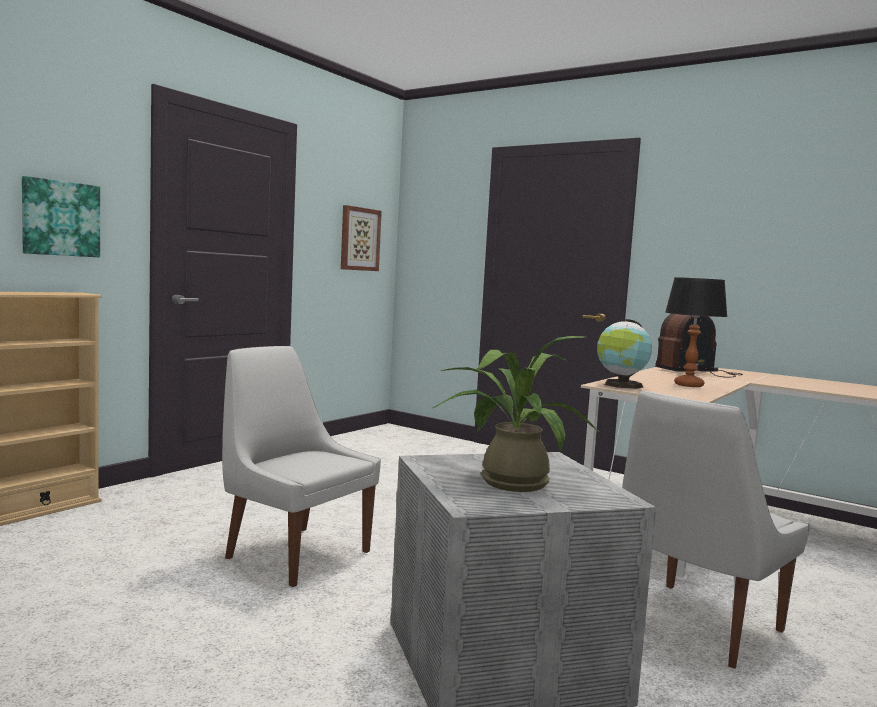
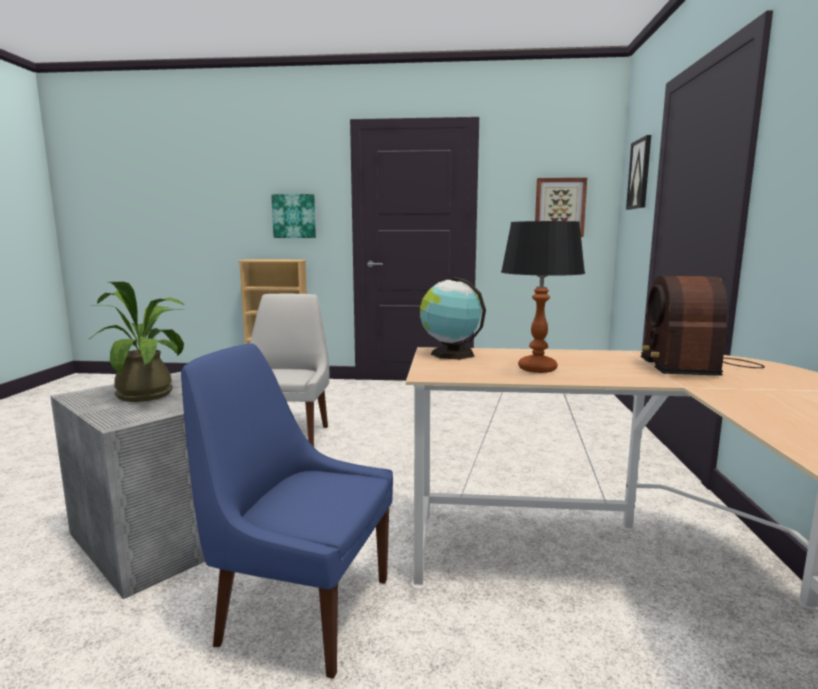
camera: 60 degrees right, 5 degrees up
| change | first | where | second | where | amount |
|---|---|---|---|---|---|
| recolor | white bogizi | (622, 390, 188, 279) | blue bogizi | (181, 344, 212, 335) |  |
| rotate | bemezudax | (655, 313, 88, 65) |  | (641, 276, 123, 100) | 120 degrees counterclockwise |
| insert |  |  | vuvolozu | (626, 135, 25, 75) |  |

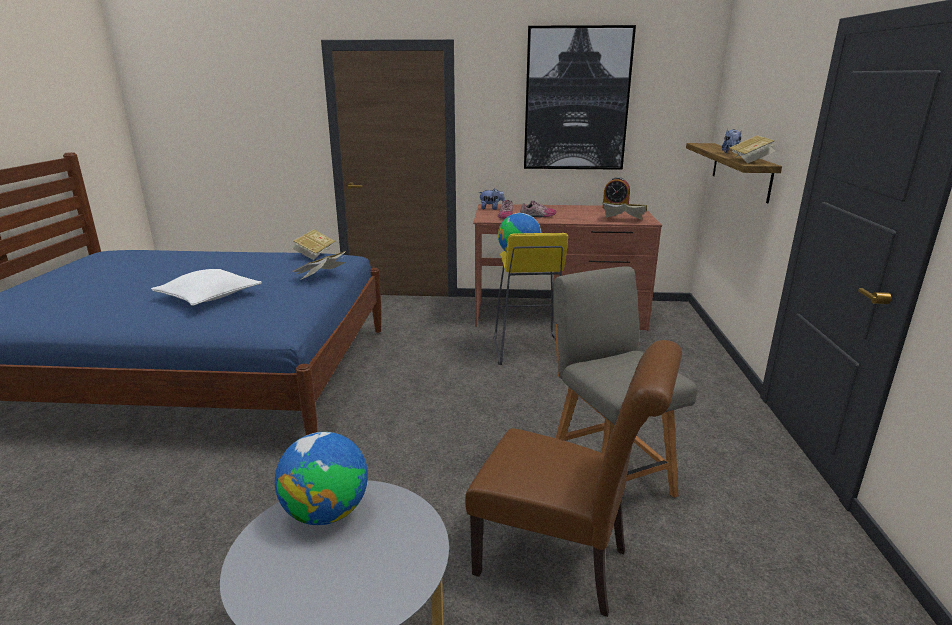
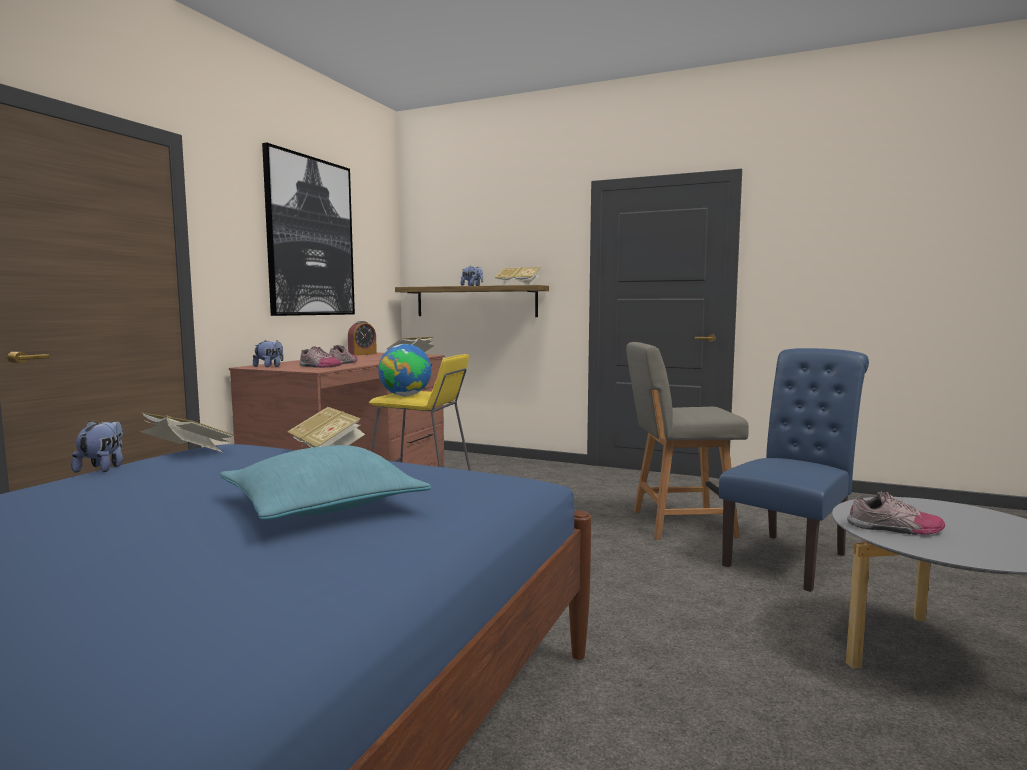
camera: 70 degrees left, 15 degrees down
| change | first | where | second | where | amount |
|---|---|---|---|---|---|
| recolor | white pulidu | (151, 269, 111, 37) | turquoise pulidu | (220, 445, 211, 75) |  |
| replace | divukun | (275, 432, 93, 93) | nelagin | (847, 492, 98, 43) |  |
| recolor | brown bogizi | (465, 340, 217, 277) | blue bogizi | (719, 348, 150, 244) |  |
| insert |  |  | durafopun | (71, 421, 52, 52) |  |

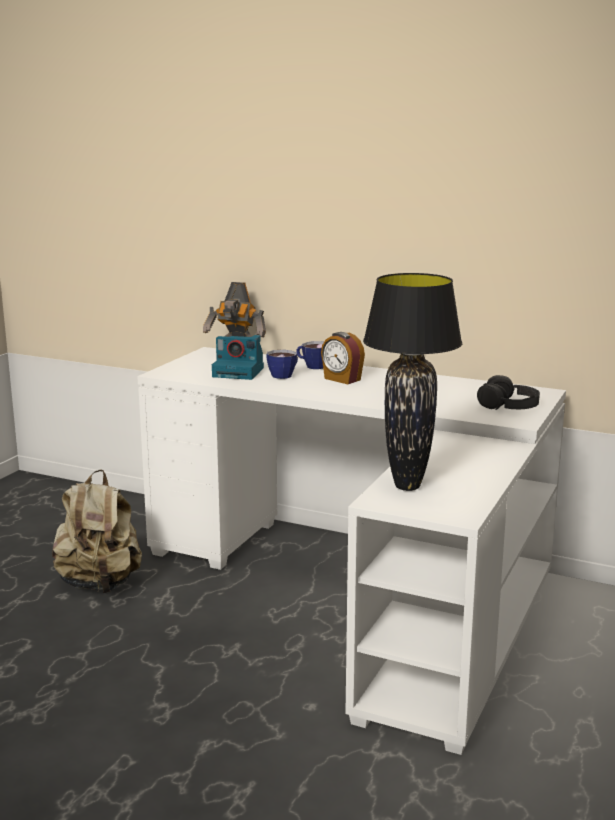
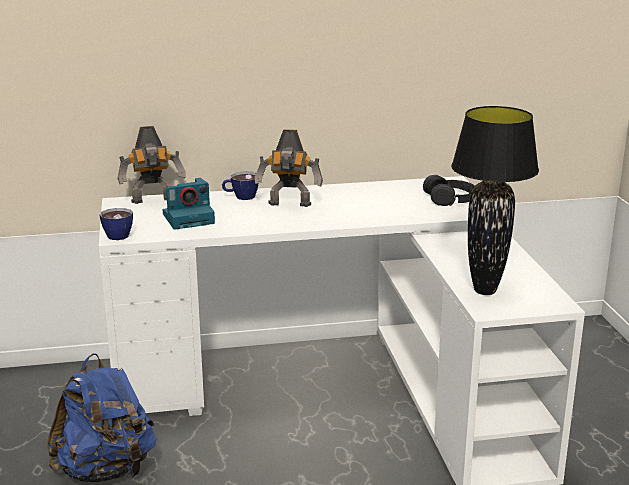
camera: 35 degrees left, 5 degrees up
| change | first | where | second | where | amount |
|---|---|---|---|---|---|
| recolor | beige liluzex | (52, 469, 90, 124) | blue liluzex | (47, 353, 109, 129) |  |
| move | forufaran | (266, 350, 32, 29) |  | (99, 208, 34, 32) |  |
| replace | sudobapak | (321, 332, 44, 52) | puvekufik | (255, 129, 68, 78) |  |

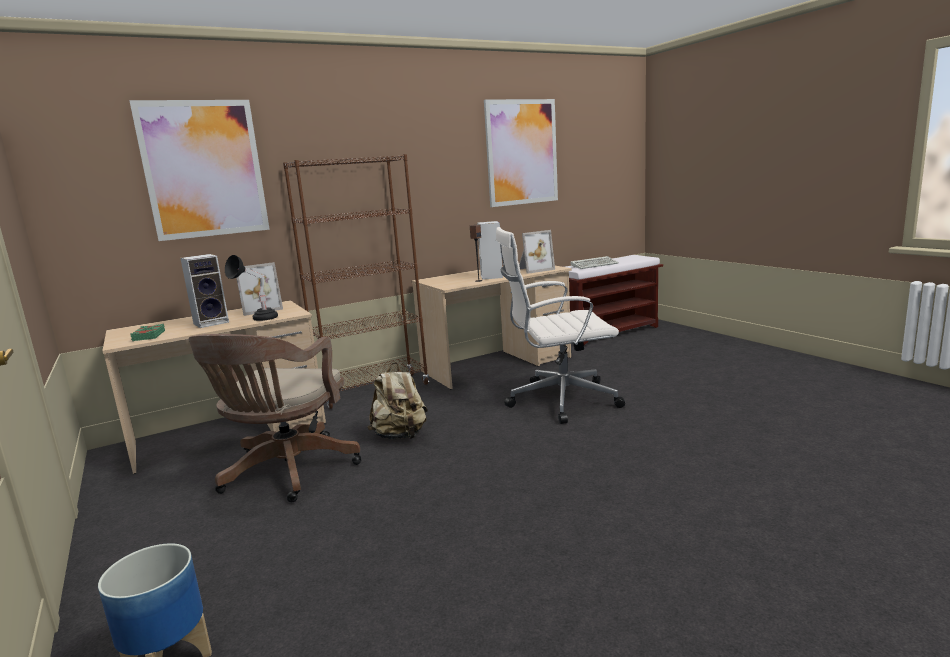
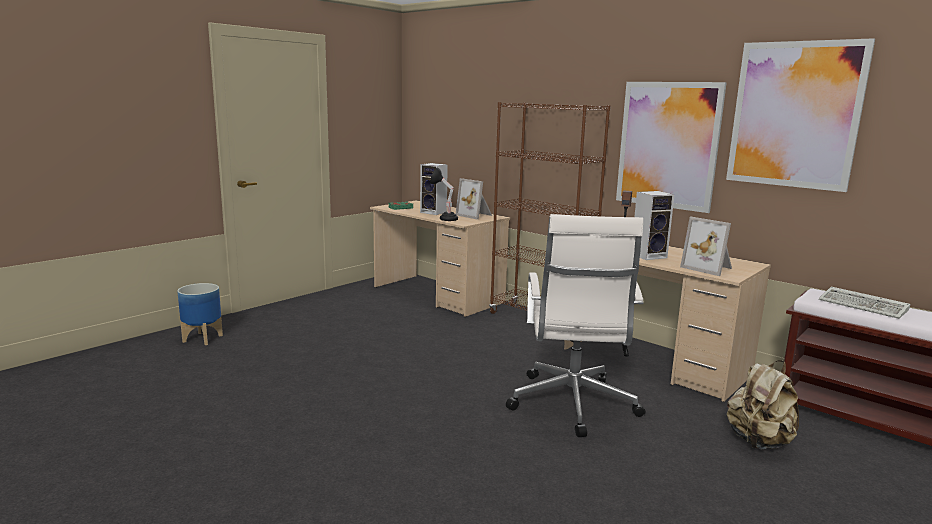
camera: 70 degrees right, 0 degrees up
| change | first | where | second | where | amount |
|---|---|---|---|---|---|
| move | vuvolozu | (129, 100, 141, 141) |  | (616, 82, 111, 131) |  |
| delete | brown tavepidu | (189, 334, 172, 168) |  |  |  |
| move | beige liluzex | (367, 362, 61, 77) |  | (727, 360, 72, 89) |  |
| rotate | white tavepidu | (496, 227, 129, 197) |  | (506, 214, 139, 223) | 150 degrees counterclockwise |

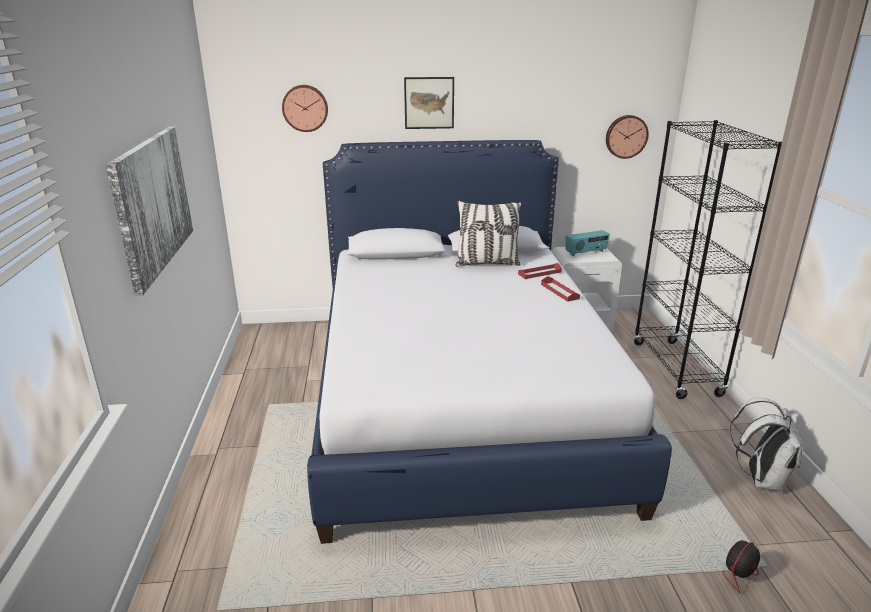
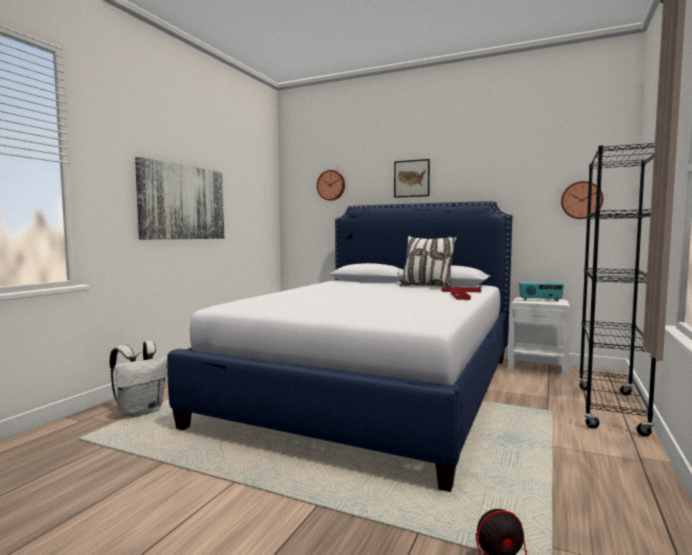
camera: 30 degrees right, 20 degrees down
| change | first | where | second | where | amount |
|---|---|---|---|---|---|
| move | white liluzex | (730, 397, 72, 95) |  | (110, 341, 58, 77) |  |

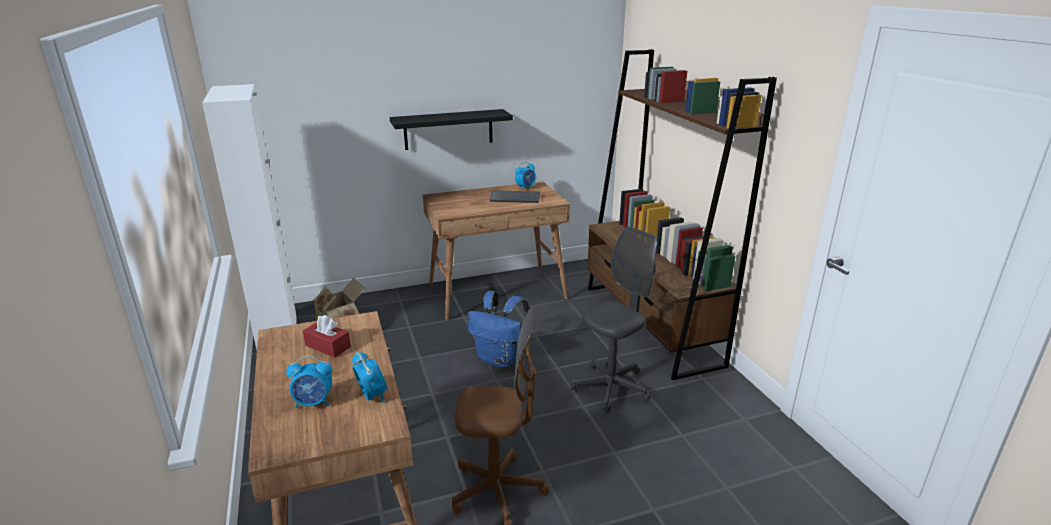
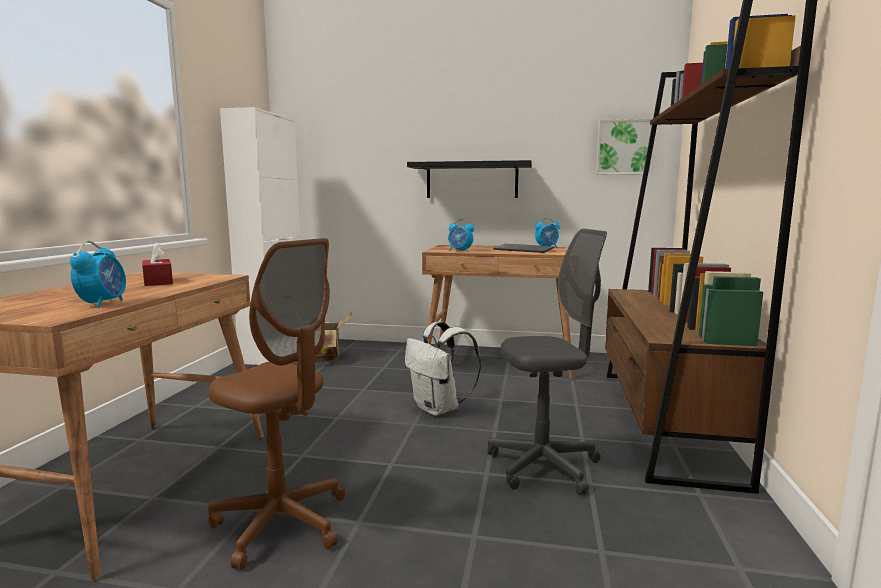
camera: 30 degrees right, 15 degrees down
| change | first | where | second | where | amount |
|---|---|---|---|---|---|
| move | sudobapak | (286, 355, 46, 53) |  | (448, 219, 26, 33) |  |
| recolor | blue liluzex | (468, 291, 61, 77) | white liluzex | (405, 321, 76, 95) |  |
| insert |  |  | vuvolozu | (596, 119, 59, 56) |  |

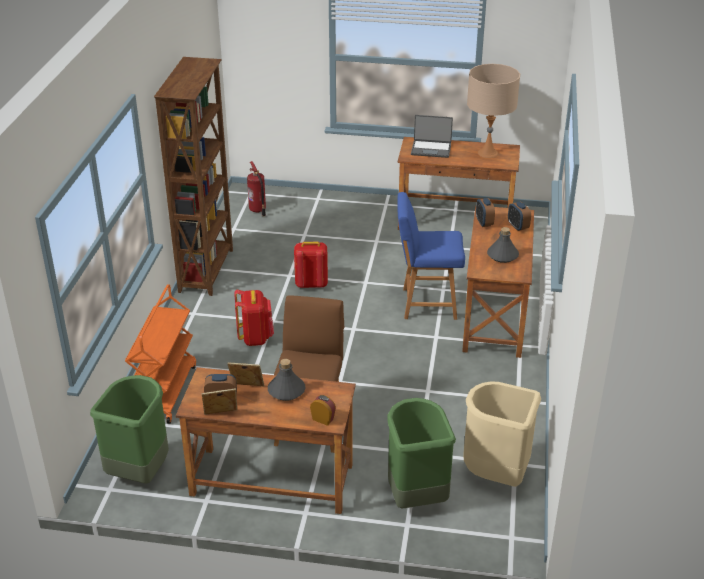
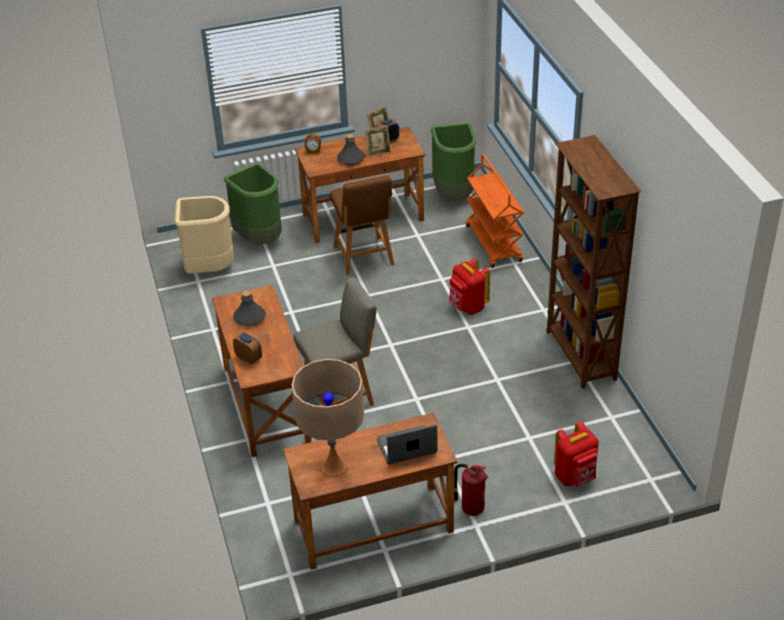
camera: 155 degrees right, 5 degrees up
| change | first | where | second | where | amount |
|---|---|---|---|---|---|
| move | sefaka | (247, 161, 19, 55) |  | (454, 464, 34, 52) |  |
| move | red liluzex | (294, 242, 34, 46) |  | (554, 421, 45, 65) |  |
| recolor | blue bogizi | (397, 192, 68, 128) | grey bogizi | (293, 277, 84, 129) |  |
| delete | sudobapak | (476, 198, 19, 29) |  |  |  |

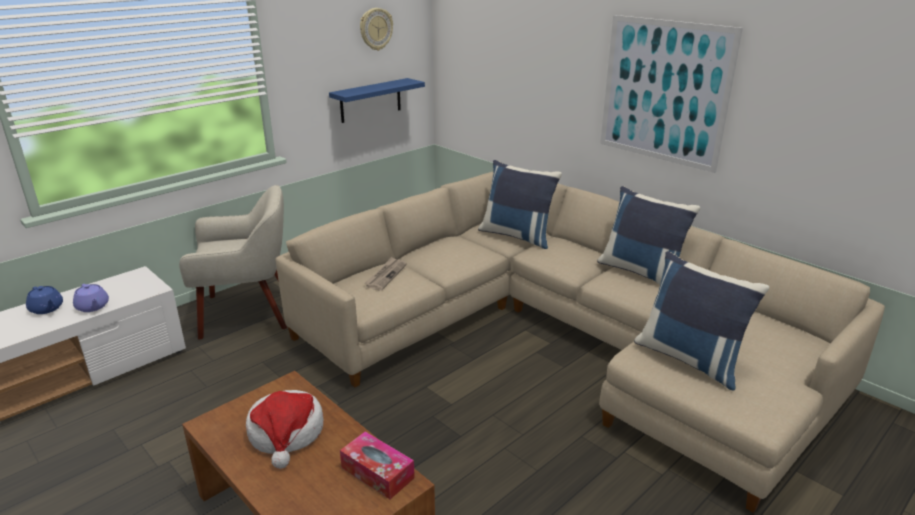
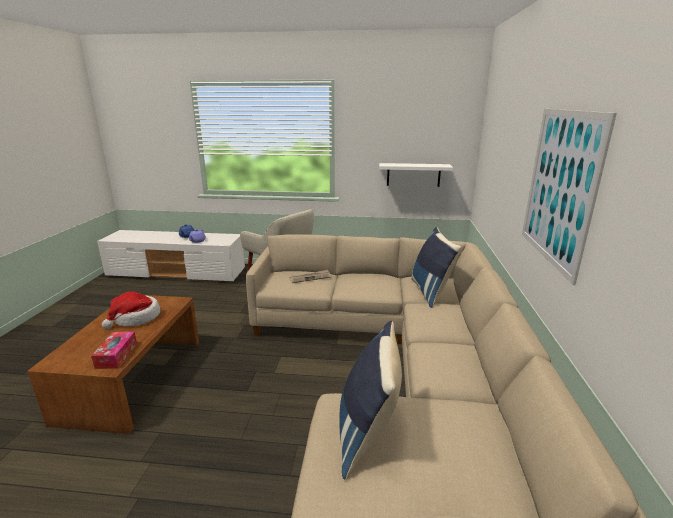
camera: 50 degrees right, 5 degrees down
| change | first | where | second | where | amount |
|---|---|---|---|---|---|
| recolor | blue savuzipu | (329, 78, 96, 45) | white savuzipu | (379, 163, 74, 24) |  |
| delete | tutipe | (360, 8, 33, 43) |  |  |  |
| delete | blue pulidu | (597, 186, 103, 98) |  |  |  |

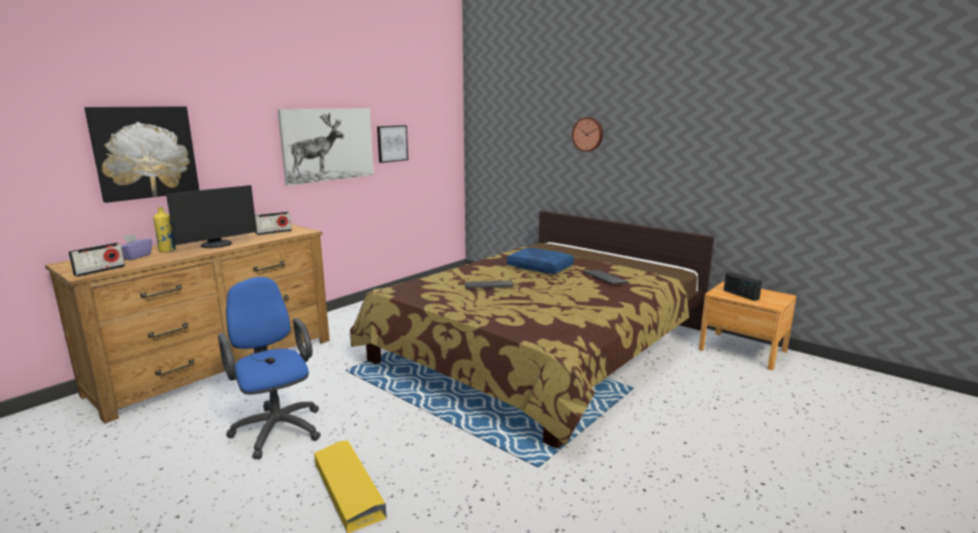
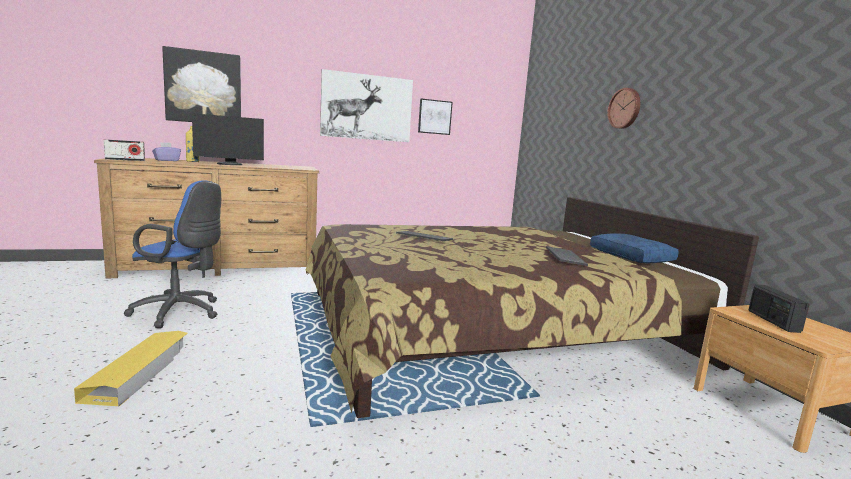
camera: 30 degrees right, 5 degrees down
| change | first | where | second | where | amount |
|---|---|---|---|---|---|
| rotate | blue tavepidu | (218, 277, 103, 182) |  | (124, 180, 97, 148) | 105 degrees clockwise |
| delete | bemezudax | (255, 212, 37, 23) |  |  |  |
| move | blue pulidu | (507, 248, 67, 26) |  | (590, 233, 89, 30) |  |

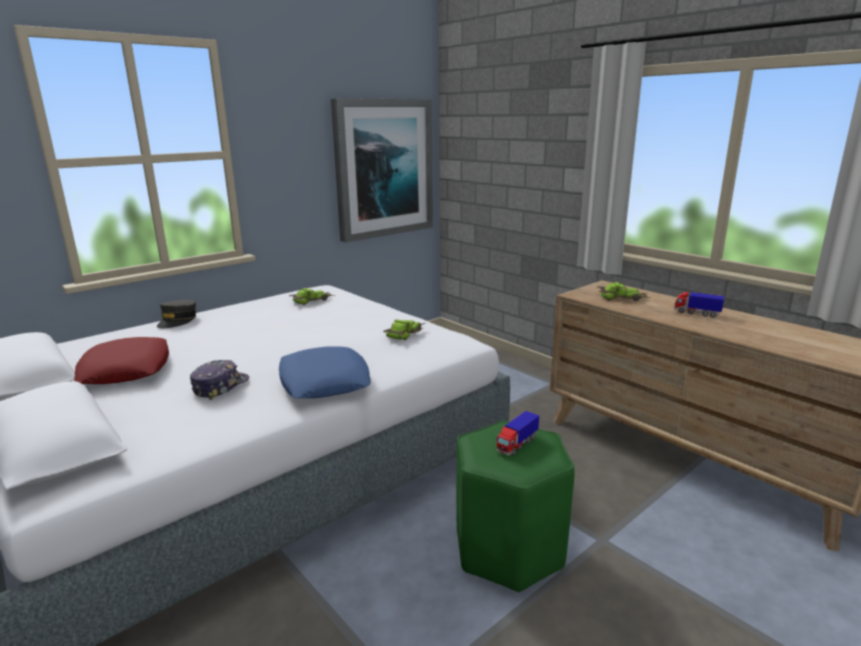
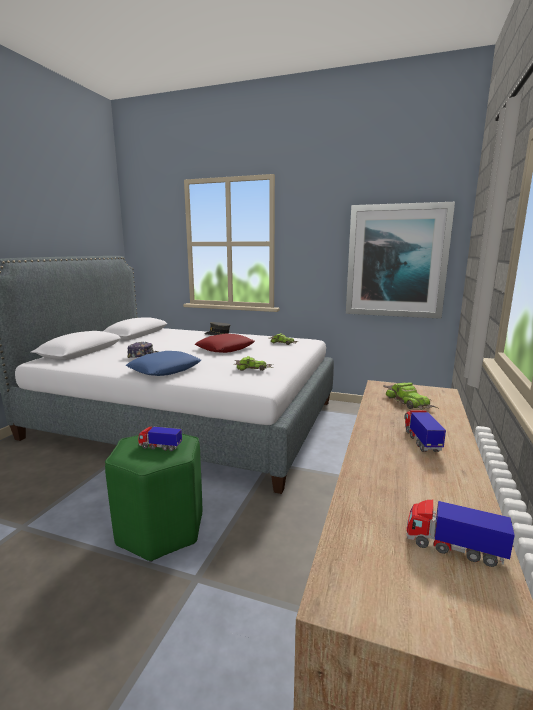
camera: 60 degrees right, 5 degrees down
| change | first | where | second | where | amount |
|---|---|---|---|---|---|
| move | red pulidu | (74, 337, 95, 47) |  | (195, 333, 60, 20) |  |
| insert |  |  | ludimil | (406, 500, 109, 67) |  |

